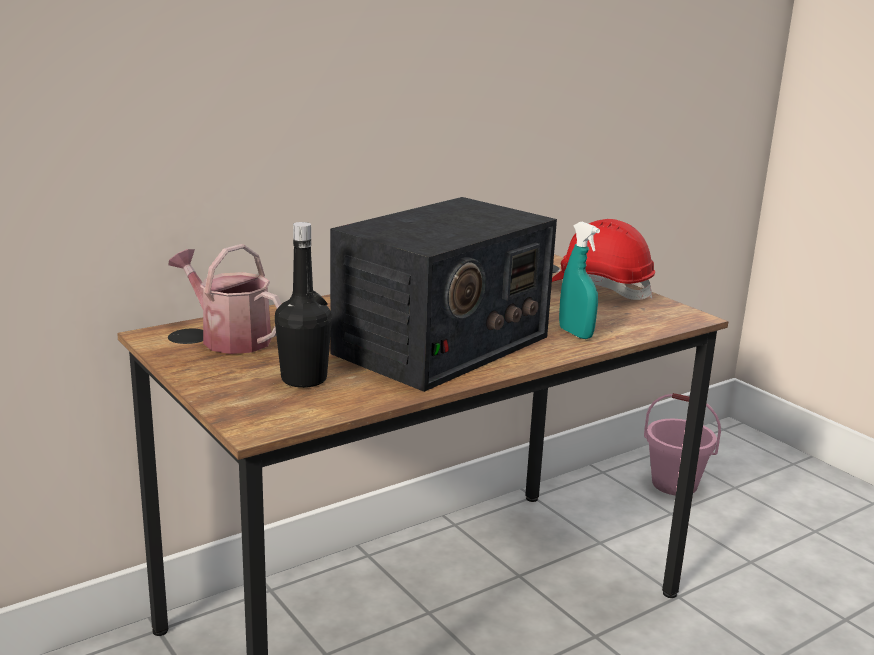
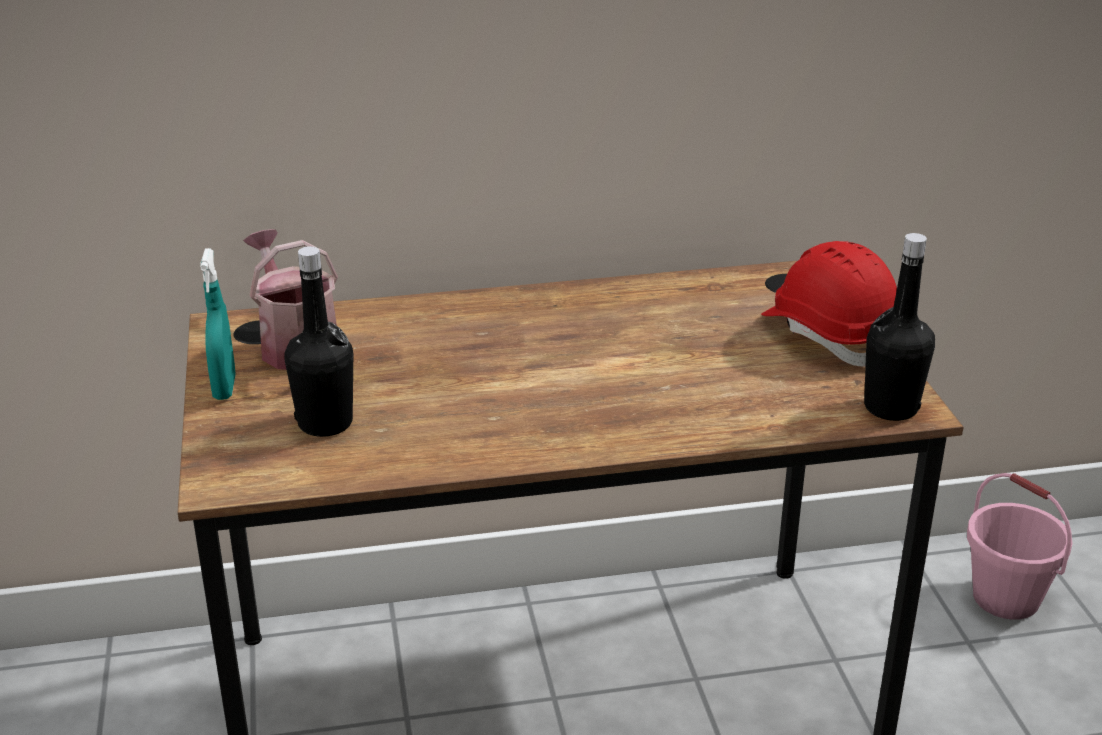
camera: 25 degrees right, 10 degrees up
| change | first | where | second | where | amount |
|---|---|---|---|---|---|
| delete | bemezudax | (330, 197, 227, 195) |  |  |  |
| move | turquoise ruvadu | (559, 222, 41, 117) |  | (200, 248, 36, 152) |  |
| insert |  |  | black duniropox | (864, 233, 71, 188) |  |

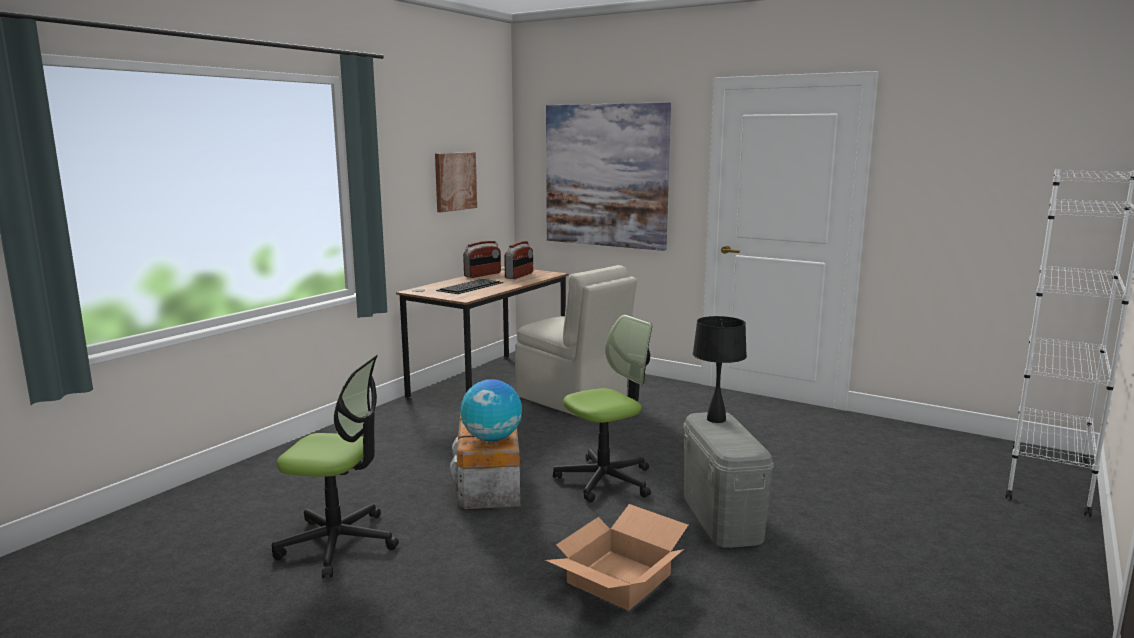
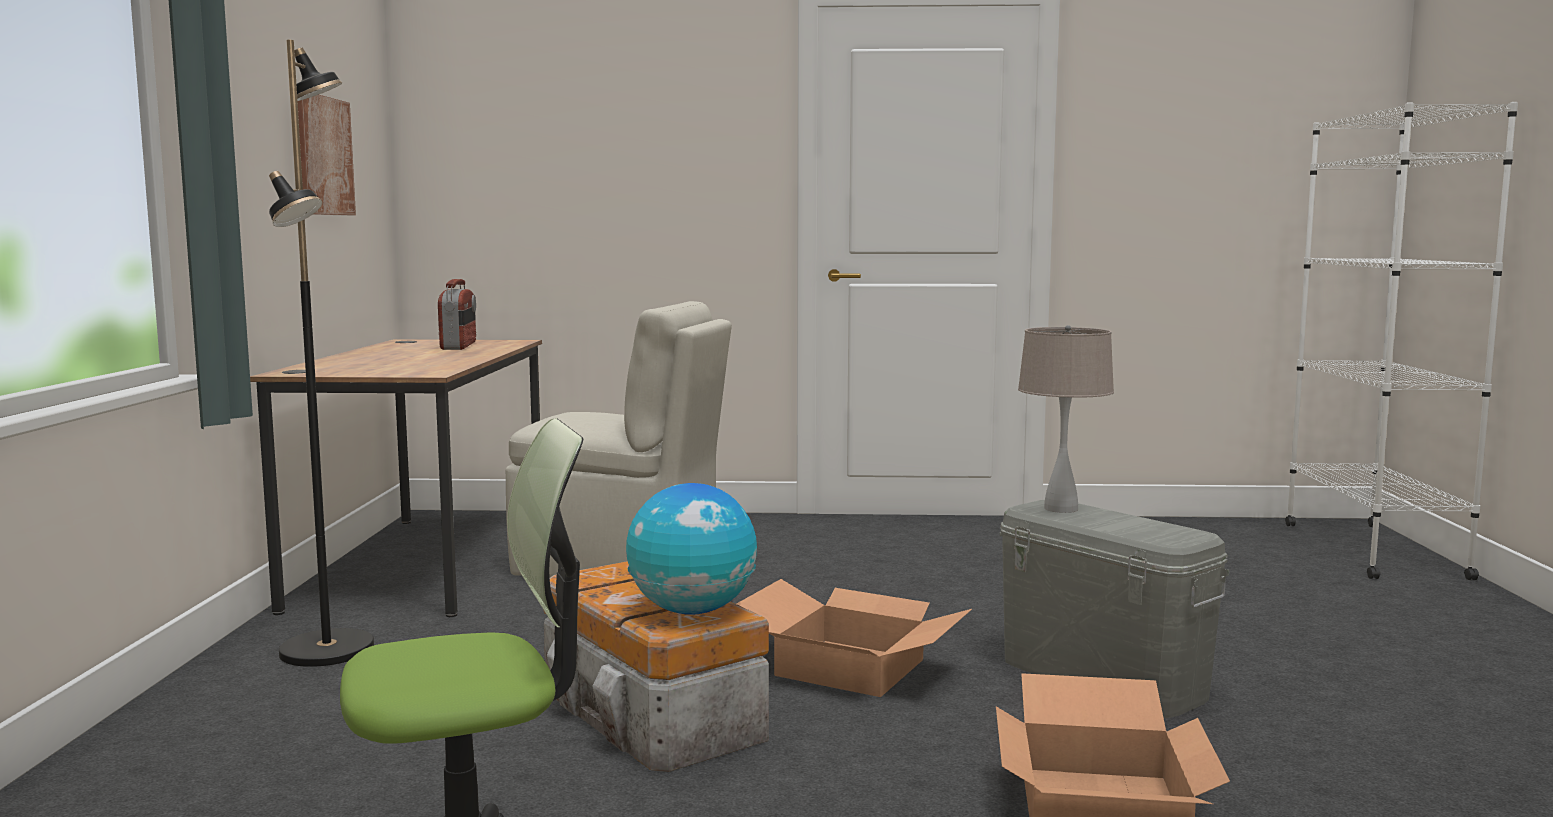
camera: 30 degrees left, 5 degrees down
| change | first | where | second | where | amount |
|---|---|---|---|---|---|
| delete | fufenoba | (436, 279, 67, 15) |  |  |  |
| delete | bemezudax | (463, 241, 38, 37) |  |  |  |
| delete | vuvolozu | (546, 102, 125, 149) |  |  |  |
| replace | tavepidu | (553, 315, 99, 187) | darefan | (737, 579, 235, 118) |  |
| recolor | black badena | (693, 316, 54, 107) | beige badena | (1018, 325, 96, 188) |  |
| insert |  |  | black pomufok | (269, 40, 105, 627) |  |

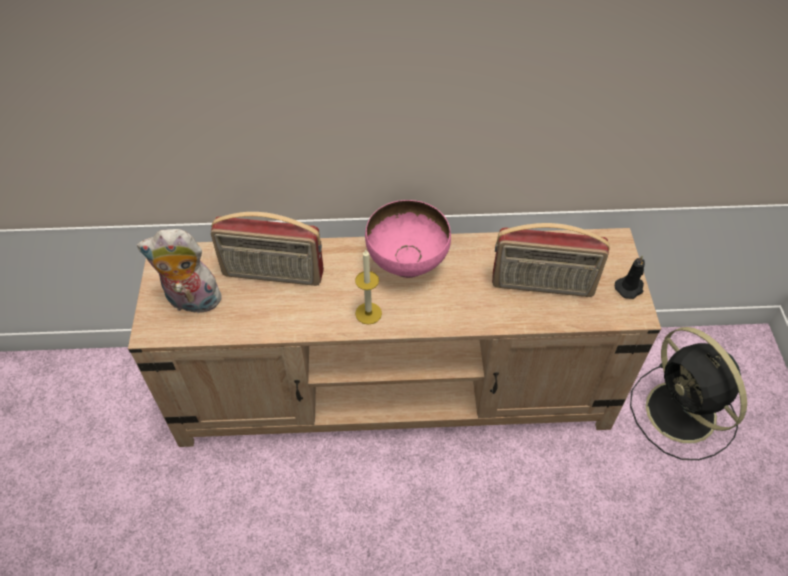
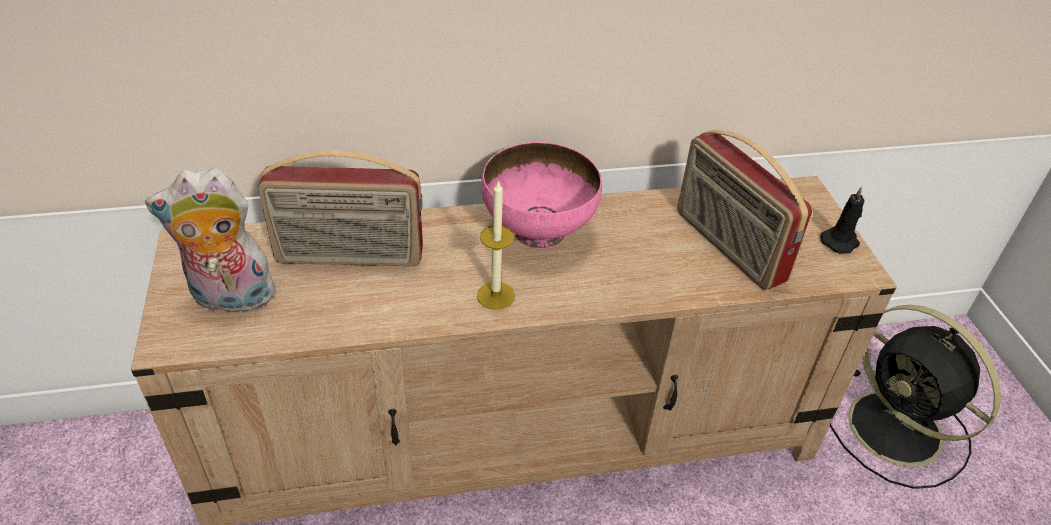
camera: 10 degrees left, 10 degrees down
| change | first | where | second | where | amount |
|---|---|---|---|---|---|
| rotate | bemezudax | (492, 223, 118, 74) |  | (677, 130, 135, 160) | 60 degrees clockwise |

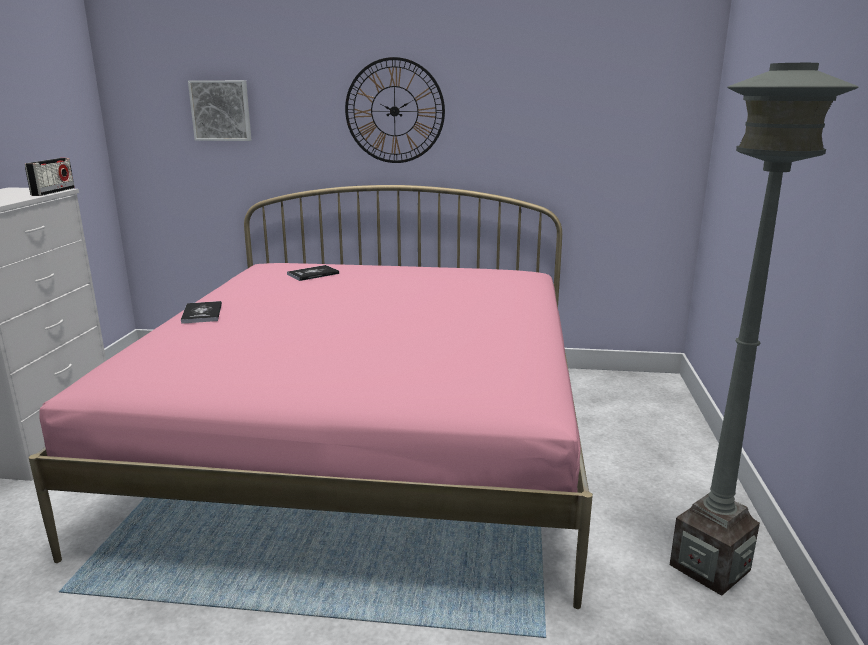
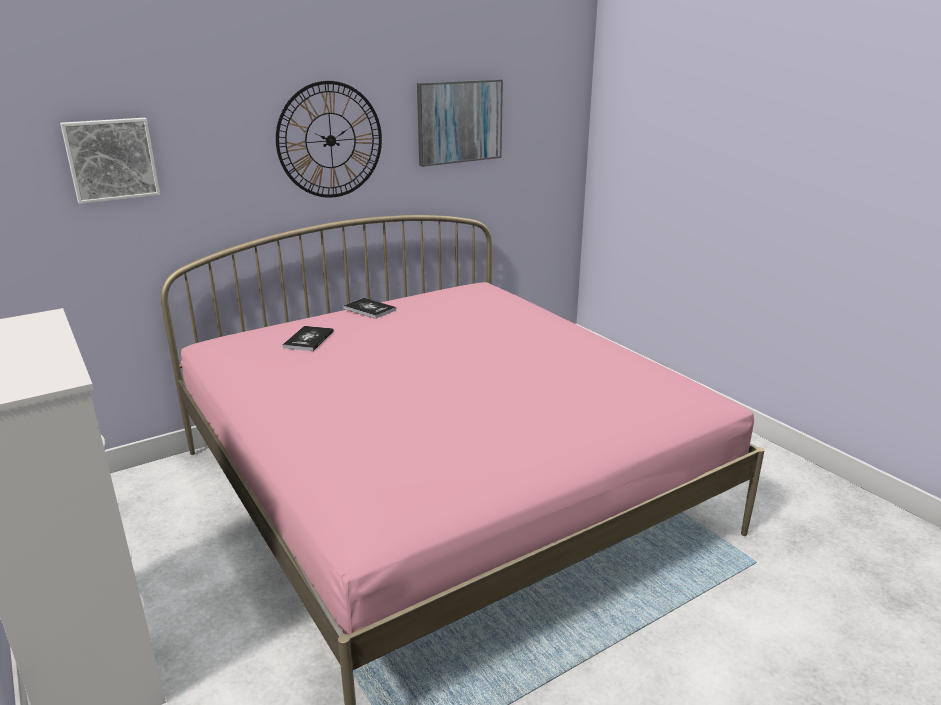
camera: 40 degrees left, 5 degrees up
| change | first | where | second | where | amount |
|---|---|---|---|---|---|
| delete | bemezudax | (25, 158, 50, 38) |  |  |  |
| move | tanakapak | (181, 301, 41, 23) |  | (343, 298, 53, 21) |  |
| delete | grey pomufok | (670, 63, 188, 533) |  |  |  |
| insert |  |  | vuvolozu | (417, 79, 86, 88) |  |

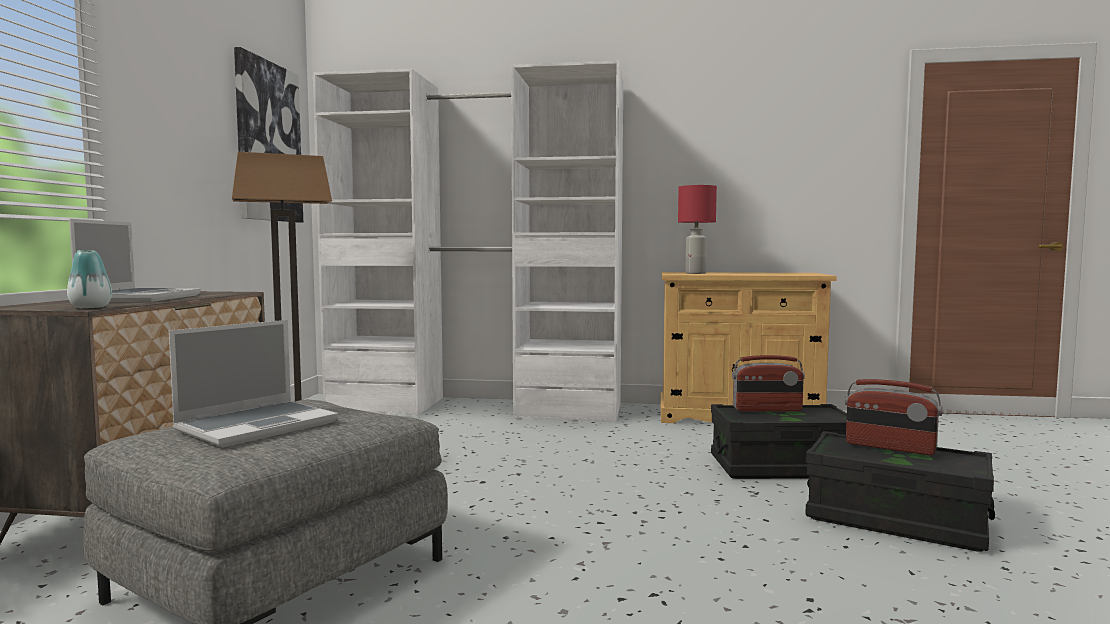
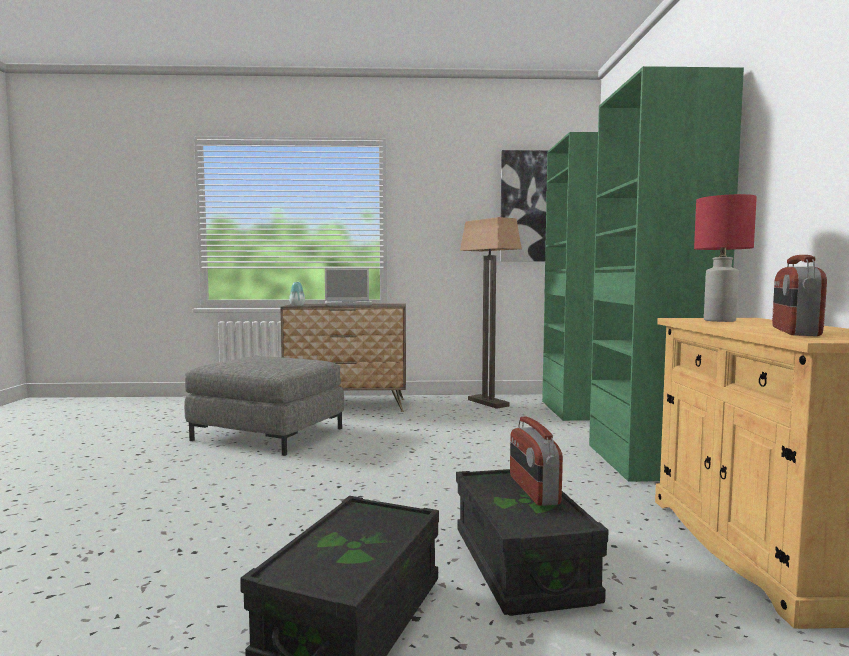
camera: 80 degrees right, 0 degrees up
| change | first | where | second | where | amount |
|---|---|---|---|---|---|
| delete | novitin | (169, 320, 169, 127) |  |  |  |
| recolor | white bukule | (313, 61, 310, 361) | green bukule | (542, 66, 202, 416) |  |
| move | bemezudax | (845, 379, 97, 76) |  | (772, 255, 55, 81) |  |

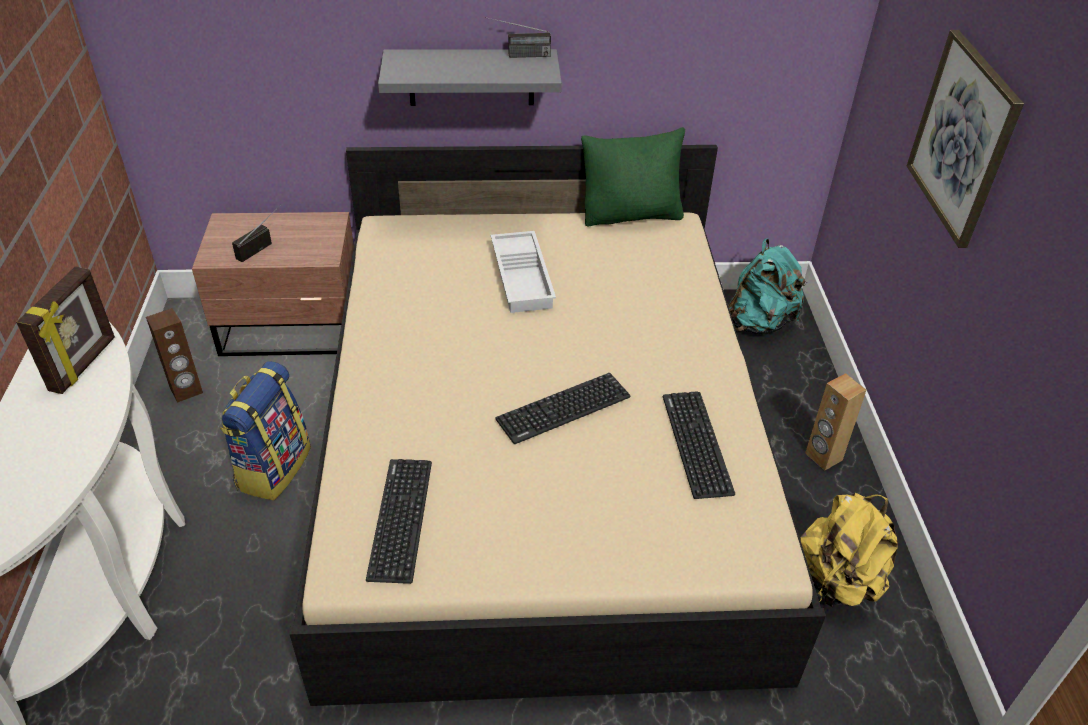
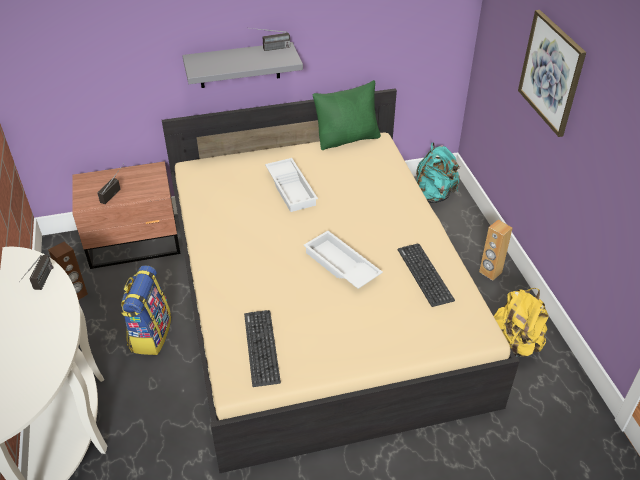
camera: 10 degrees left, 0 degrees up
| change | first | where | second | where | amount |
|---|---|---|---|---|---|
| replace | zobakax | (16, 266, 99, 128) | bemezudax | (19, 255, 34, 35) |  |
| replace | fufenoba | (495, 373, 135, 71) | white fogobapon | (303, 231, 80, 58) |  |

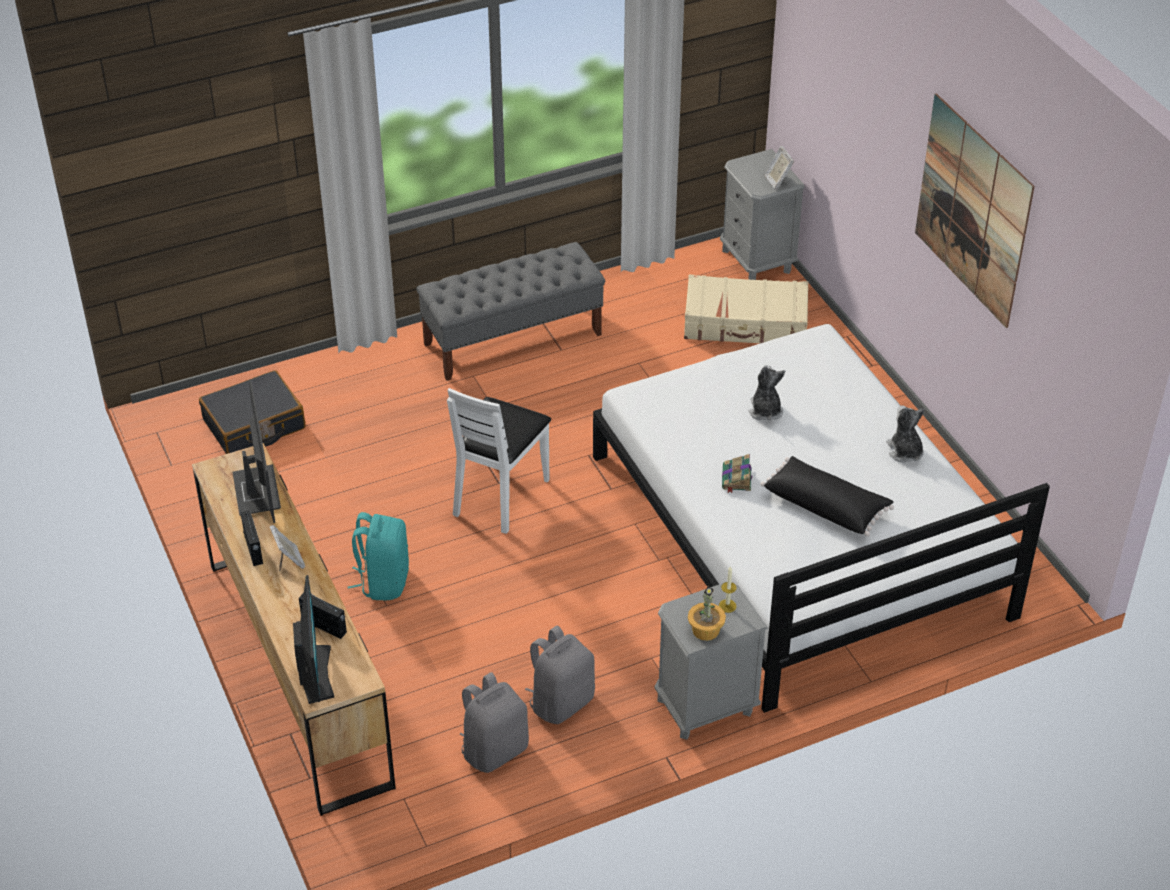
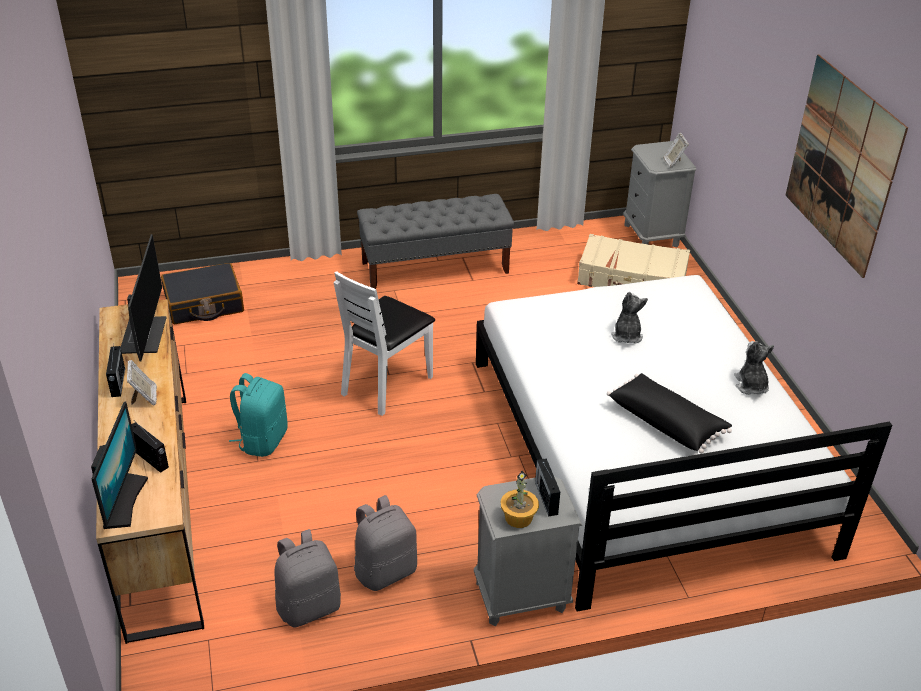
camera: 10 degrees right, 5 degrees down
| change | first | where | second | where | amount |
|---|---|---|---|---|---|
| replace | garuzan | (719, 566, 18, 47) | bemezudax | (535, 458, 25, 58) |  |
| delete | tanakapak | (722, 454, 30, 39) |  |  |  |

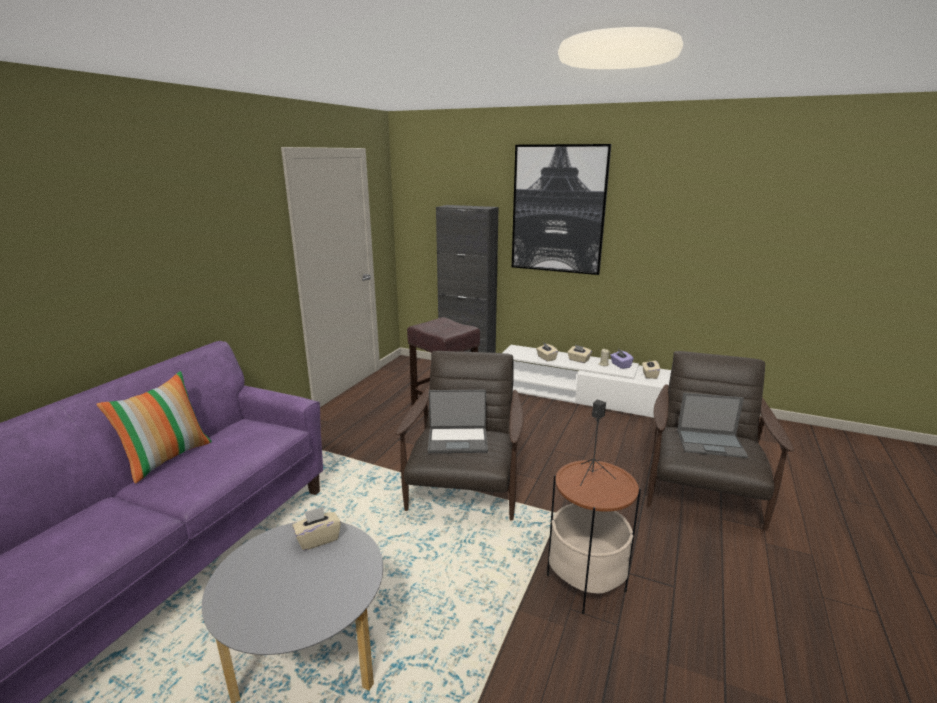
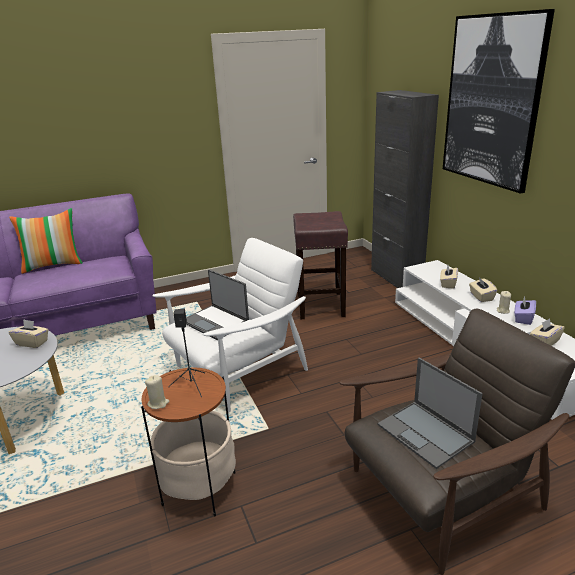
camera: 45 degrees right, 5 degrees up
| change | first | where | second | where | amount |
|---|---|---|---|---|---|
| recolor | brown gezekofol | (395, 351, 129, 170) | white gezekofol | (152, 238, 156, 175) |  |
| insert |  |  | beige garuzan | (145, 375, 24, 34) |  |

